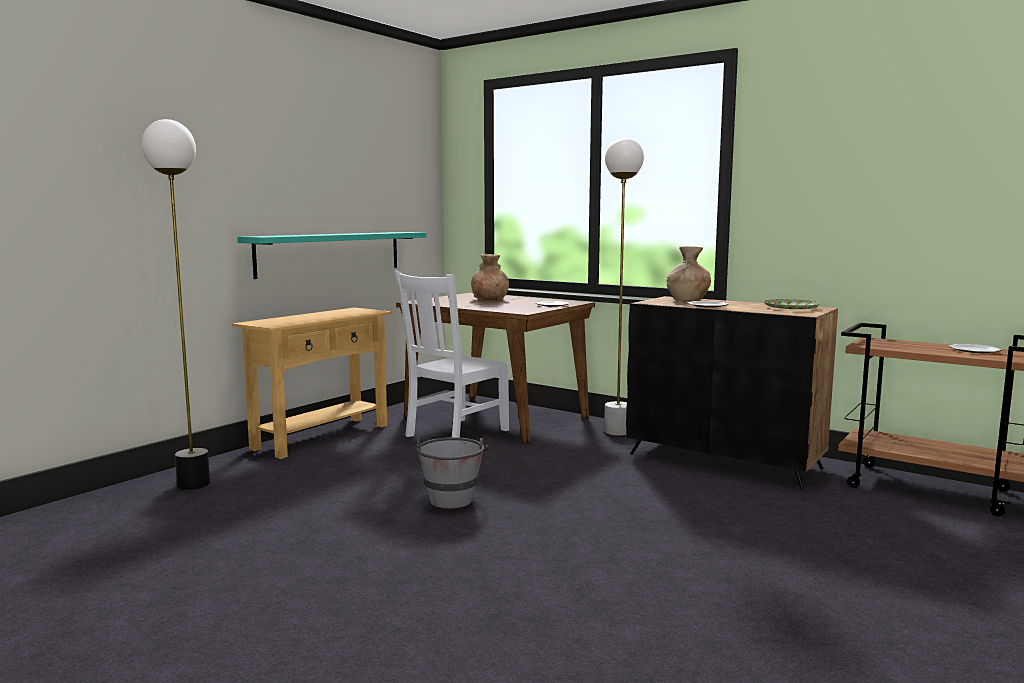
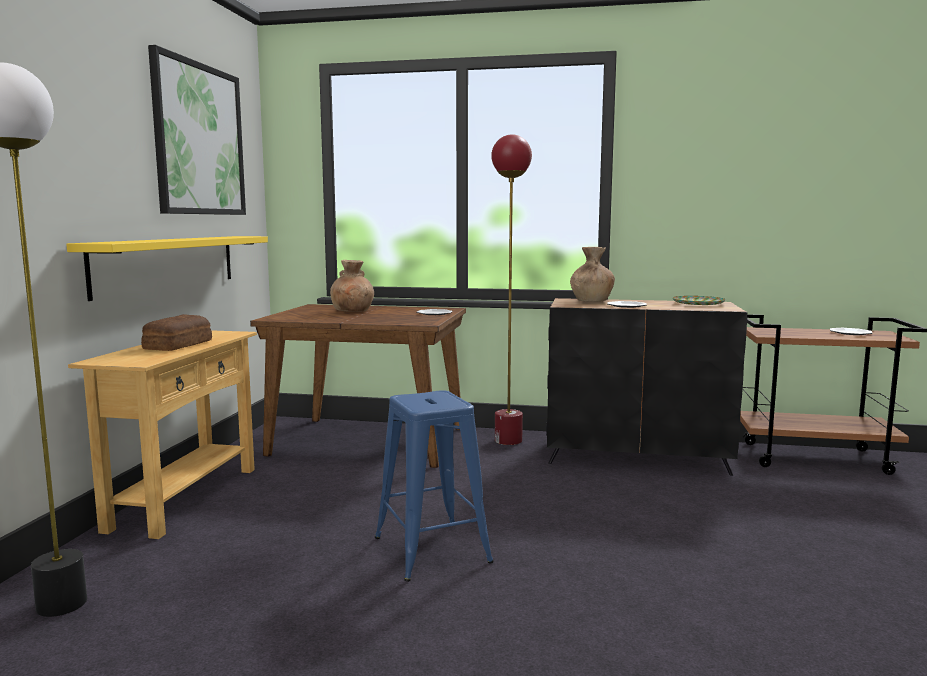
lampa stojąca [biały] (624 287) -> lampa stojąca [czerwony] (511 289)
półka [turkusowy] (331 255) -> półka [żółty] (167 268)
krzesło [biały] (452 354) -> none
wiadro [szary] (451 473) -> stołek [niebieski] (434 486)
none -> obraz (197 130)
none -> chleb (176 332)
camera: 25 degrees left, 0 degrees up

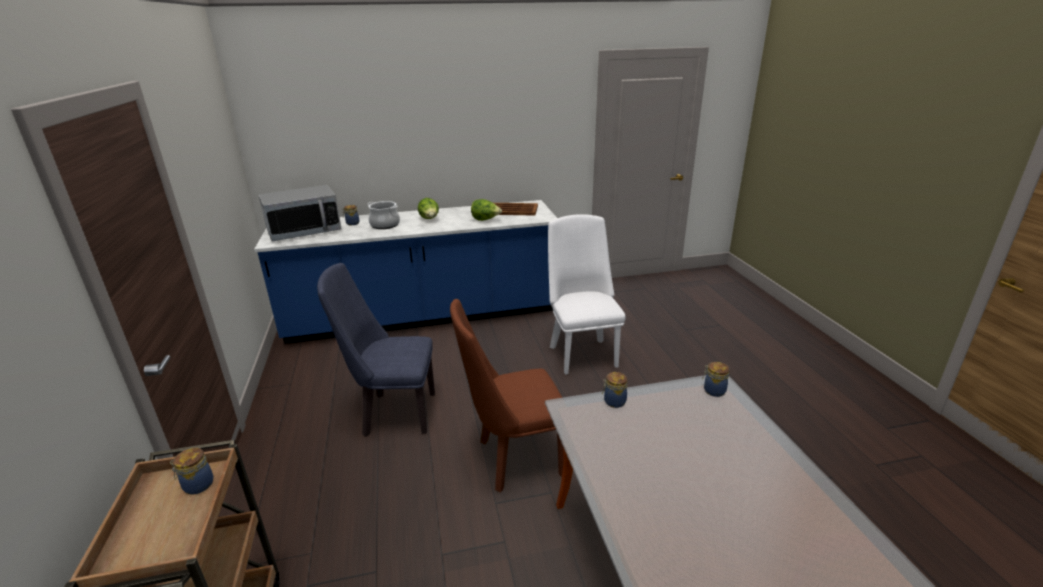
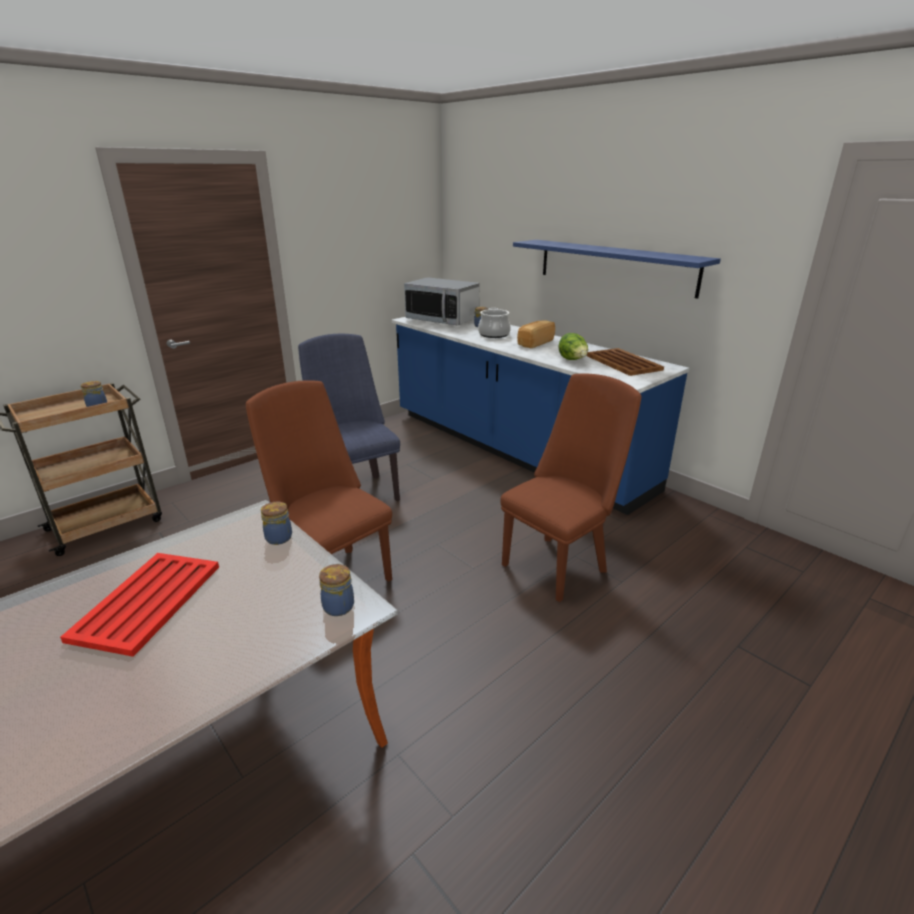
sałata (428 208) -> chleb (536 334)
krzesło [biały] (587 294) -> krzesło [brązowy] (570 488)
none -> półka [niebieski] (617 269)
none -> taca [czerwony] (139 605)
camera: 60 degrees right, 0 degrees up

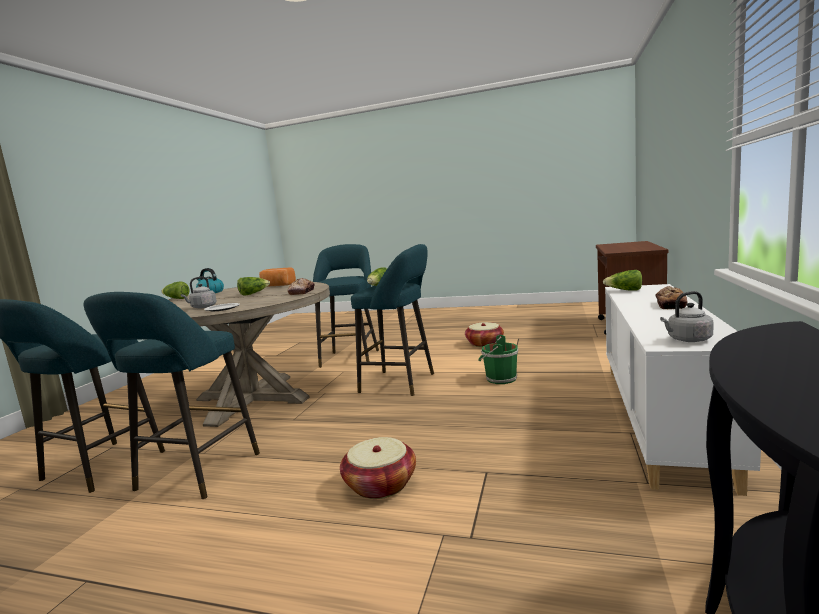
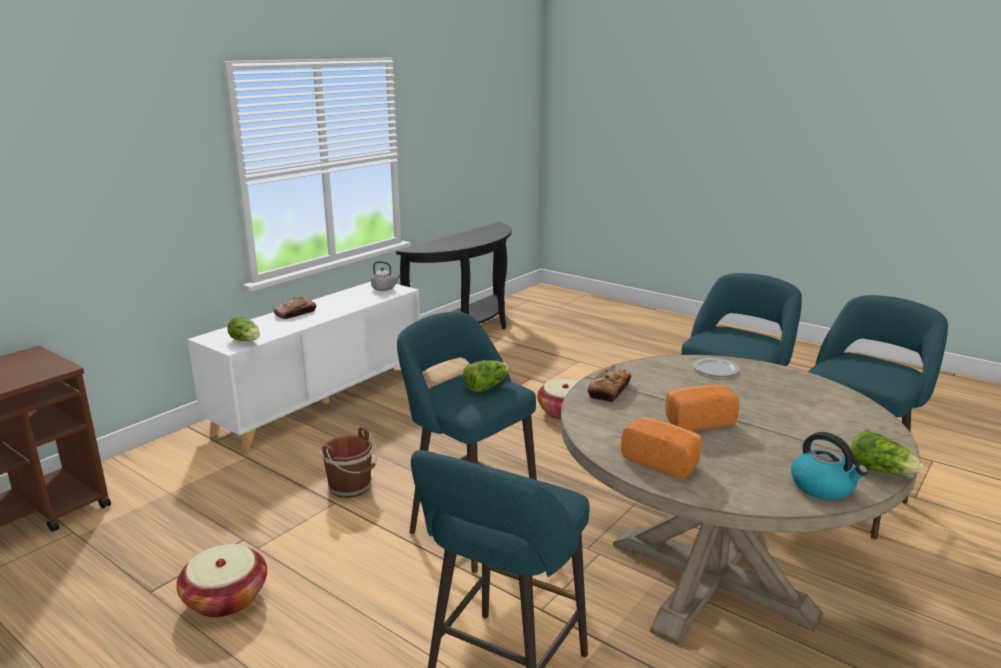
czajnik [szary] (199 292) -> none
sałata (253 286) -> chleb (702 408)
wiadro [zielony] (498 359) -> wiadro [brązowy] (349 462)
camera: 160 degrees left, 10 degrees up

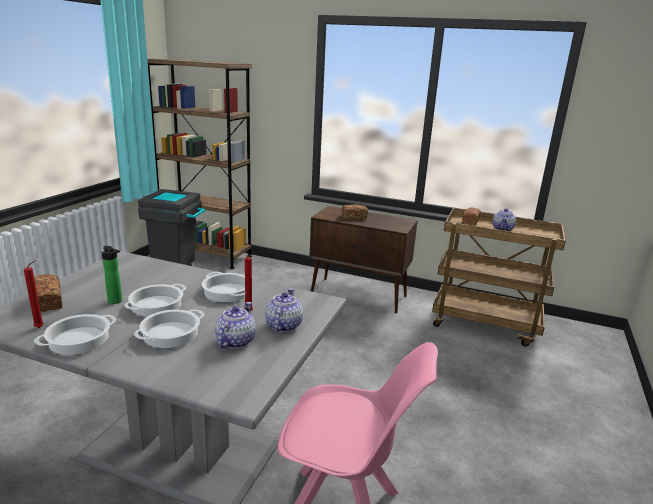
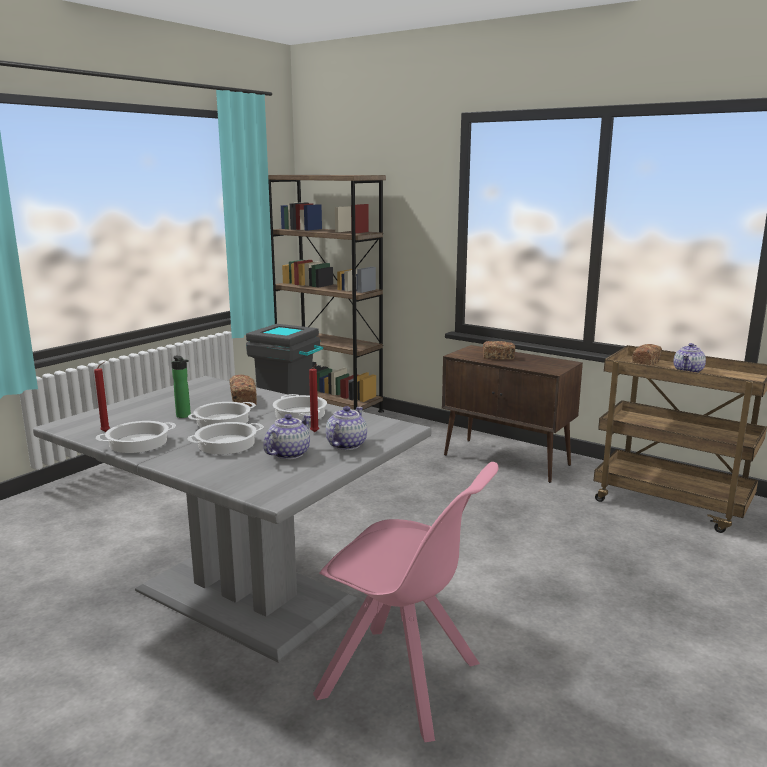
chleb (48 293) -> chleb (243 390), moved
camera: 15 degrees right, 5 degrees down

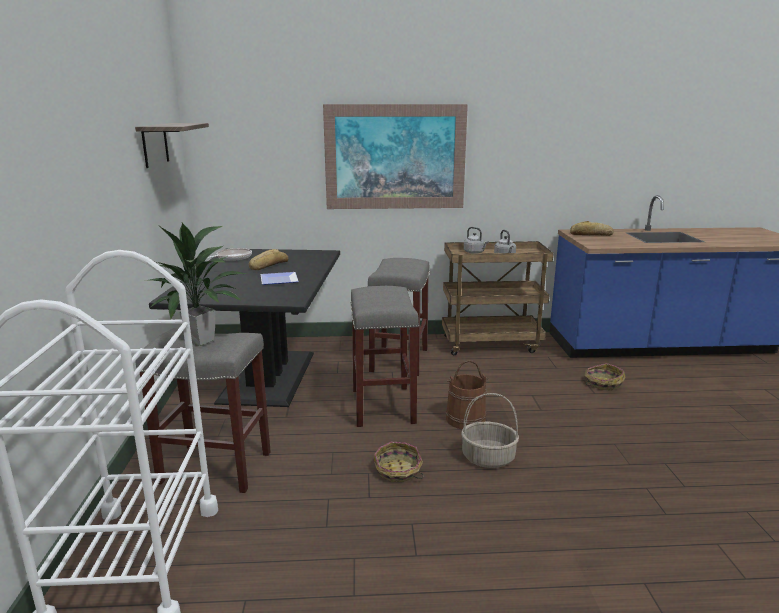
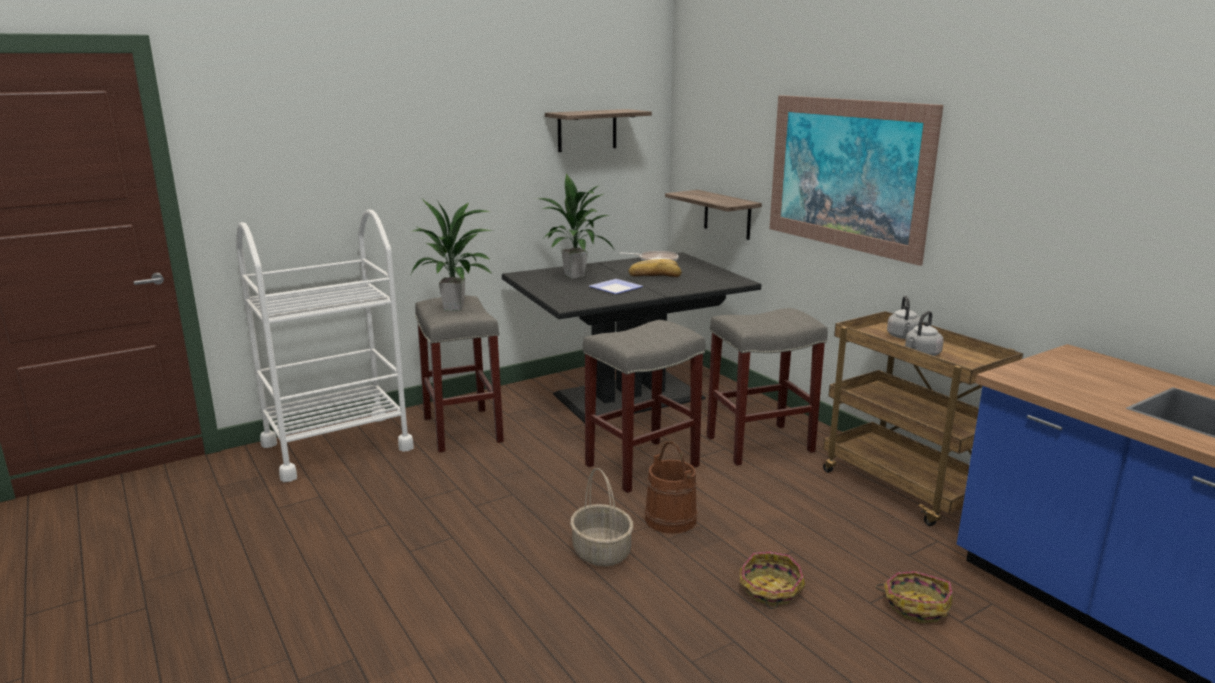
chleb (592 228) -> none
koszyk (399 461) -> koszyk (772 580), moved
none -> roślina doniczkowa (574 226)
none -> półka (713 215)
camera: 60 degrees right, 0 degrees up

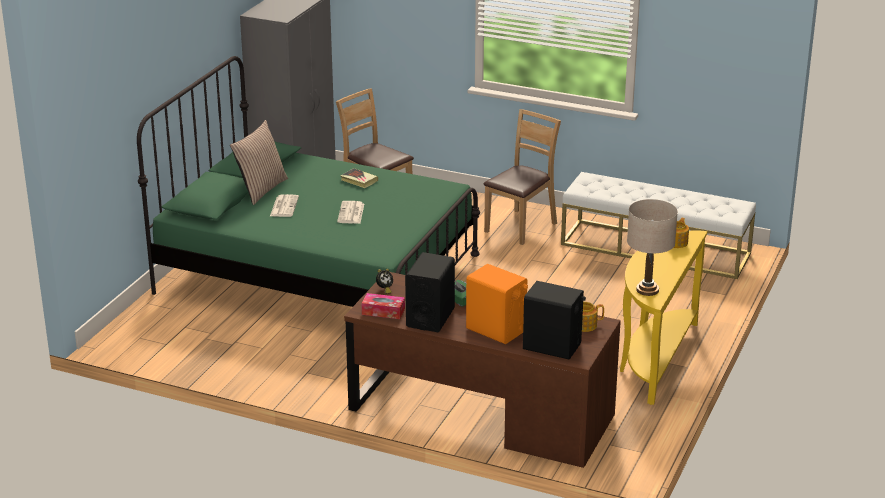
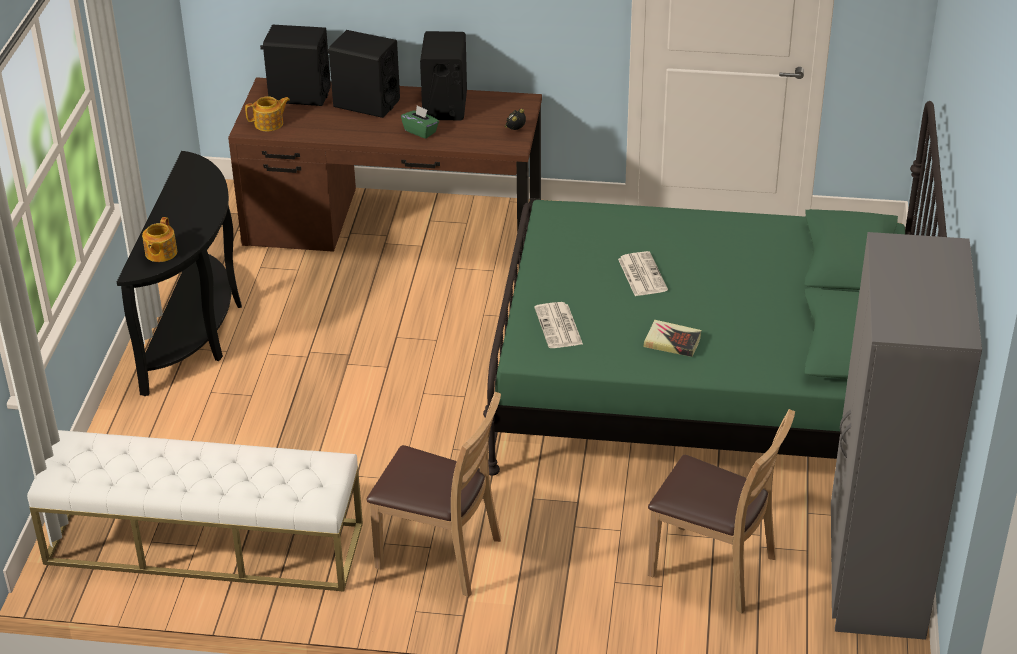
krzesło [brązowy] (522 177) -> krzesło [brązowy] (433 494), 90 degrees counterclockwise
poduszka (259 162) -> none
gazeta (284 205) -> gazeta (558 325), moved
lampa stołowa [beżowy] (652 247) -> none
stolik konsolowy [żółty] (663 318) -> stolik konsolowy [czarny] (179 273)
głośnik [pomarańczowy] (497 304) -> głośnik [czarny] (363 74)
pudełko chusteczek (383 306) -> none
camera: 165 degrees right, 10 degrees up

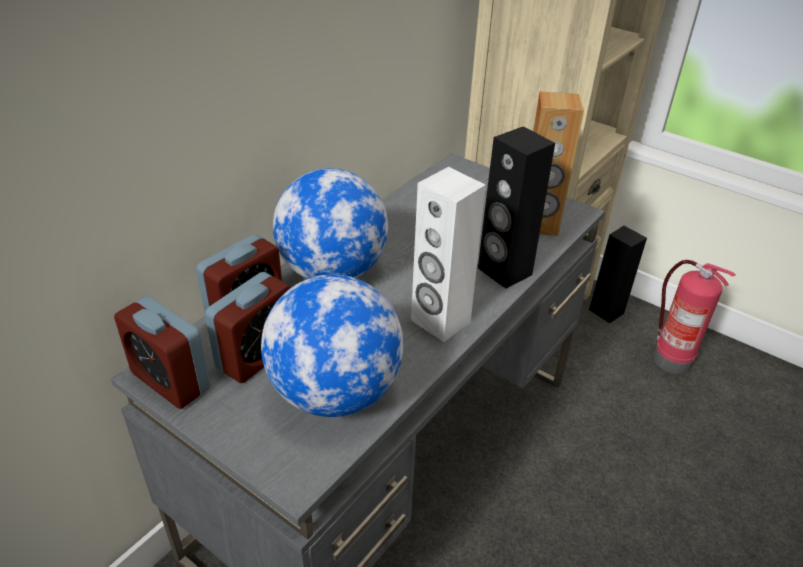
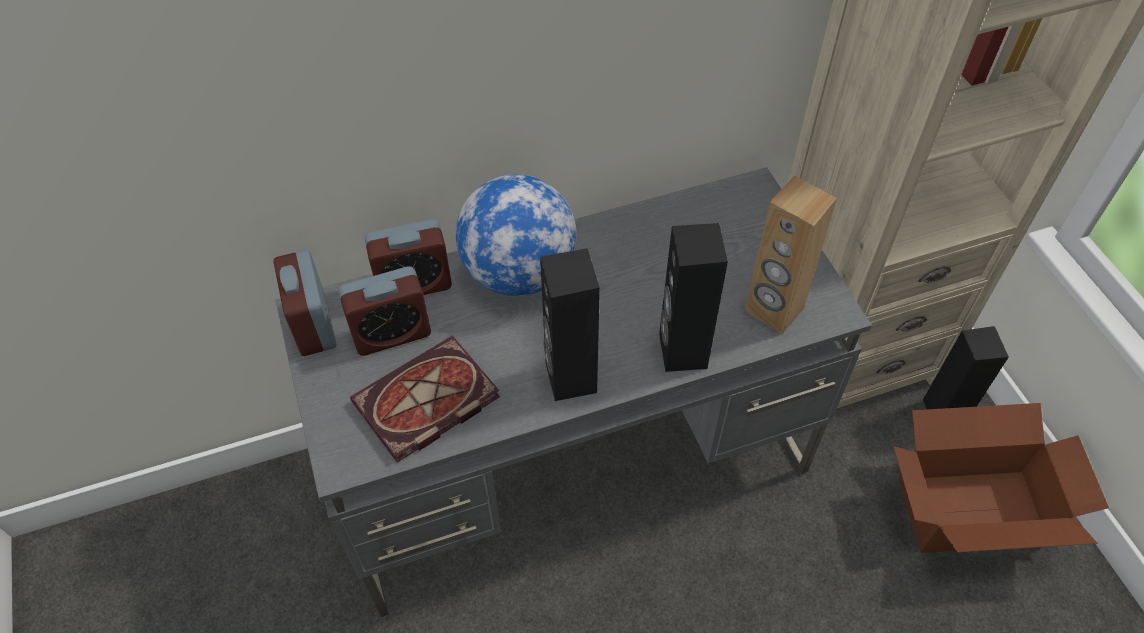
głośnik [biały] (448 254) -> głośnik [czarny] (570 324)
gaśnica (694 317) -> karton (1001 478)
globus (332 345) -> książka (425 398)
camera: 35 degrees right, 15 degrees up

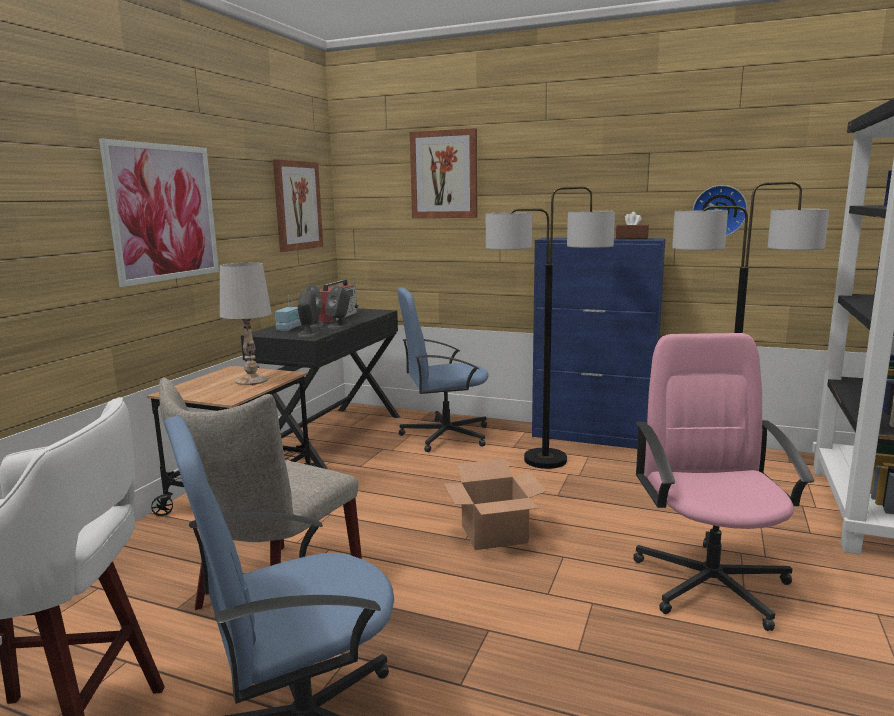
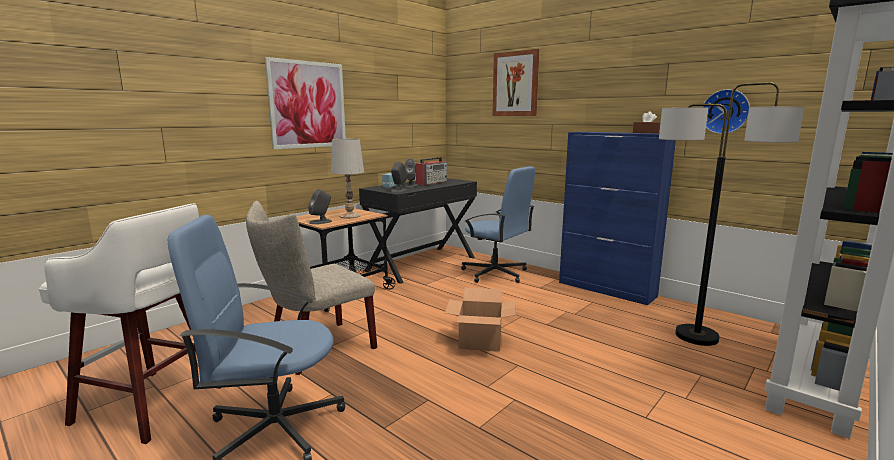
obraz (298 205) -> none
lampa stojąca (550 327) -> none
głośnik [szary] (338 307) -> głośnik [szary] (320 206), moved
krzesło biurowe [niebieski] (443 370) -> krzesło biurowe [niebieski] (498 224), 150 degrees counterclockwise
krzesło biurowe [różowy] (724 482) -> none
camera: 20 degrees right, 0 degrees up

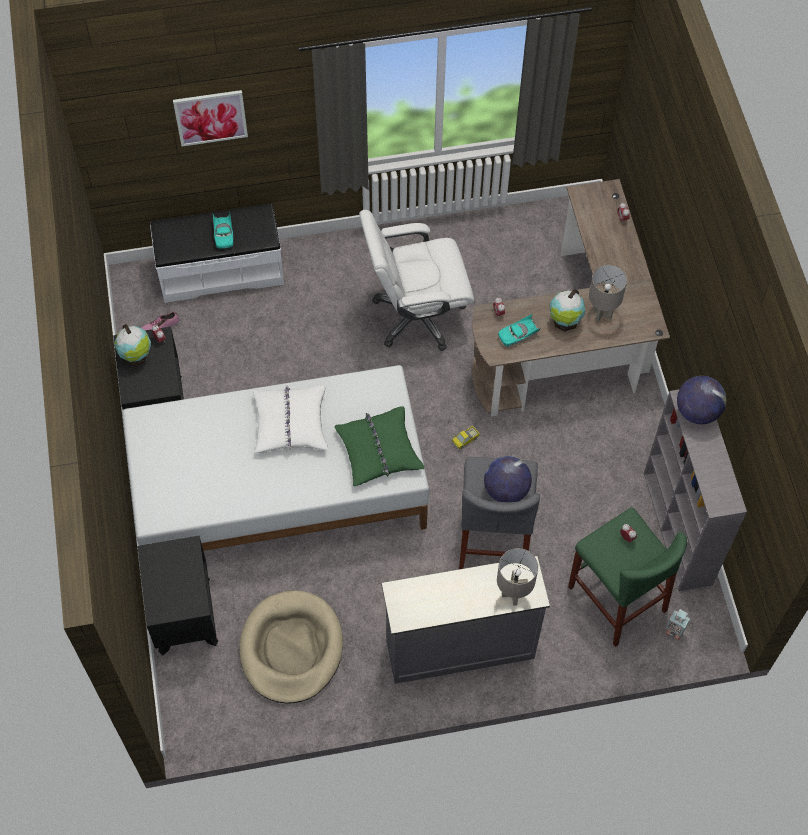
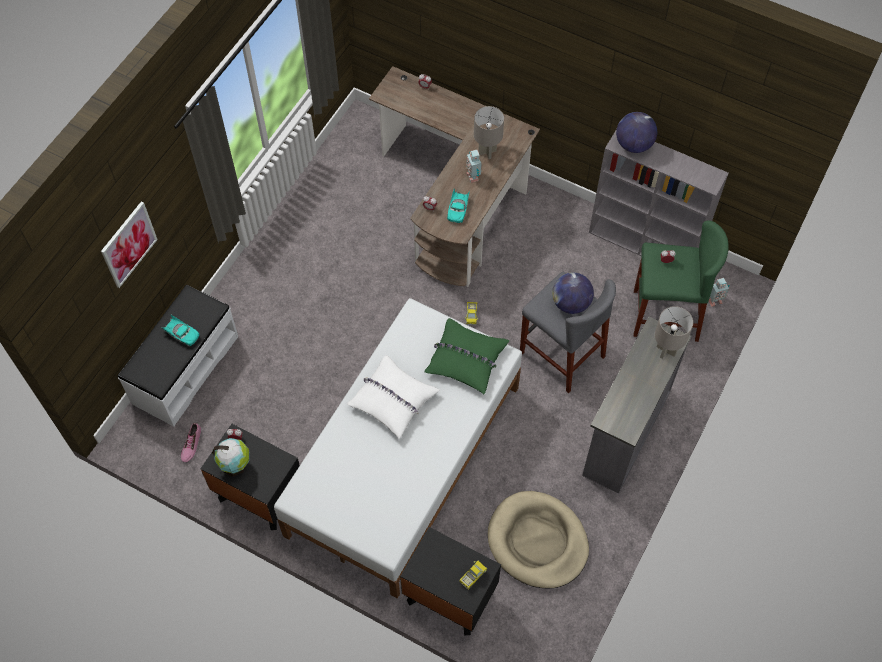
krzesło biurowe [biały] (416 280) -> none
globus (567 310) -> robot zabawkowy (474 166)
none -> ciężarówka zabawkowa (473 575)
camera: 50 degrees left, 0 degrees up

